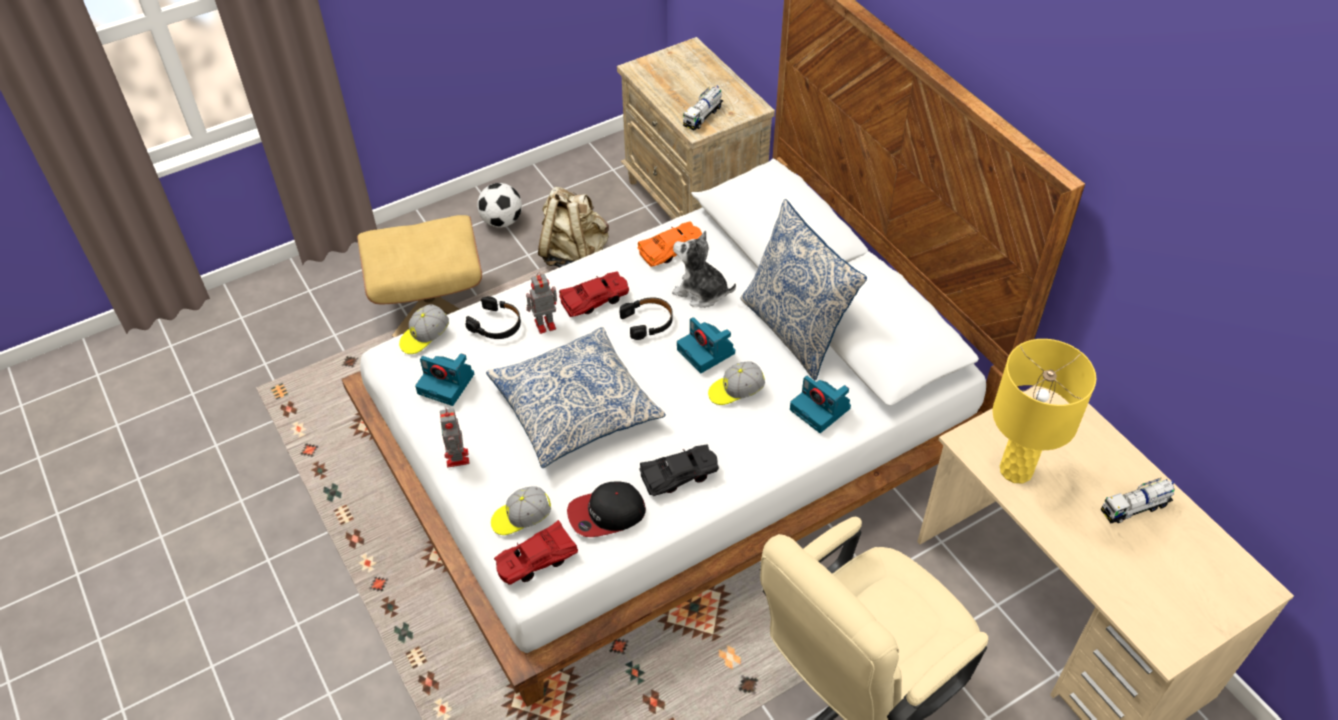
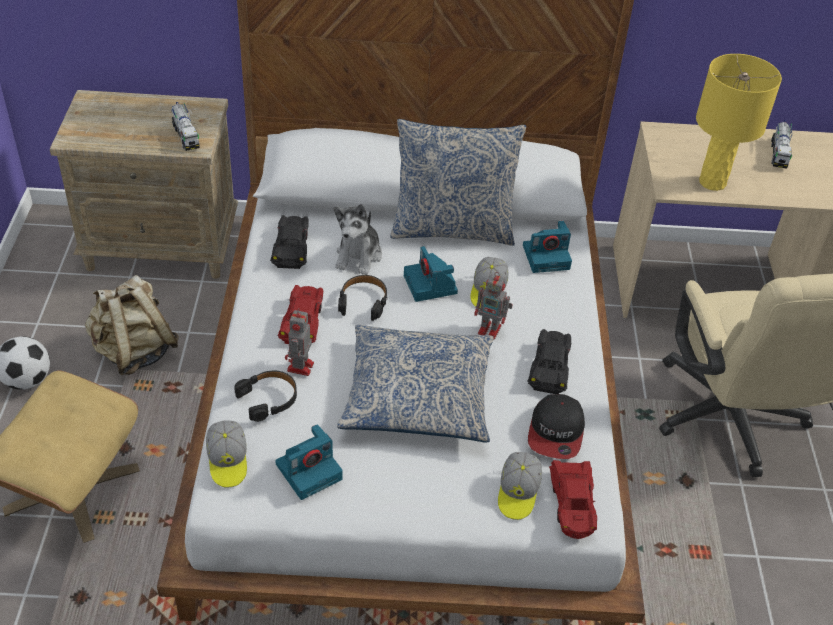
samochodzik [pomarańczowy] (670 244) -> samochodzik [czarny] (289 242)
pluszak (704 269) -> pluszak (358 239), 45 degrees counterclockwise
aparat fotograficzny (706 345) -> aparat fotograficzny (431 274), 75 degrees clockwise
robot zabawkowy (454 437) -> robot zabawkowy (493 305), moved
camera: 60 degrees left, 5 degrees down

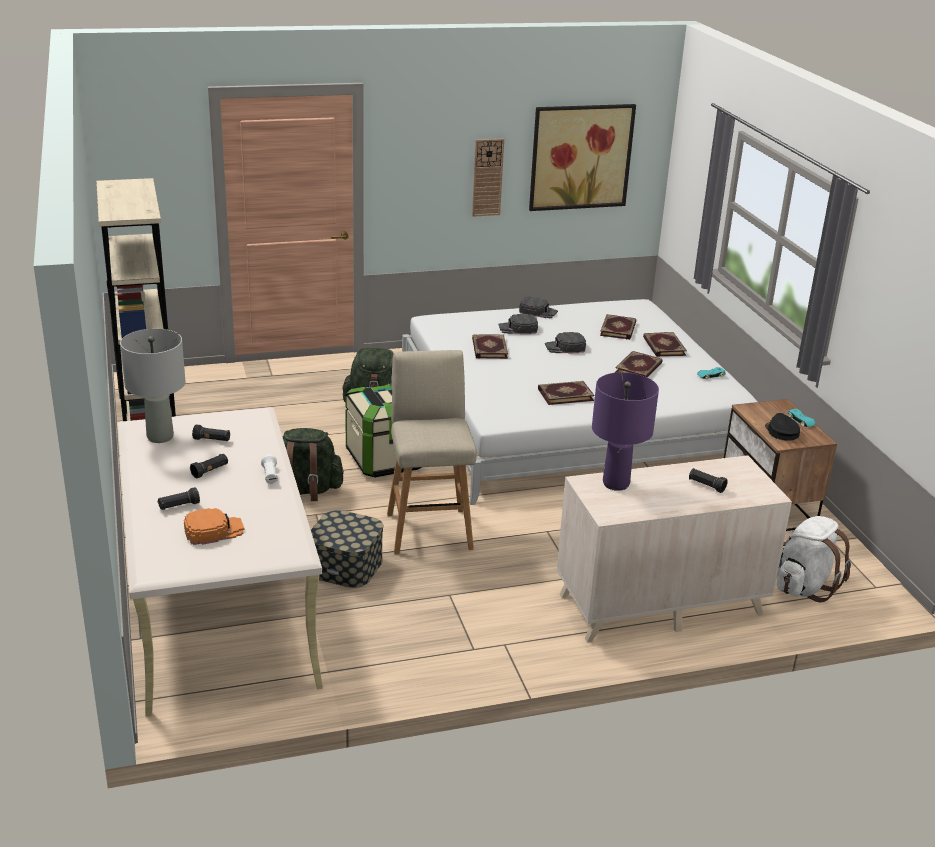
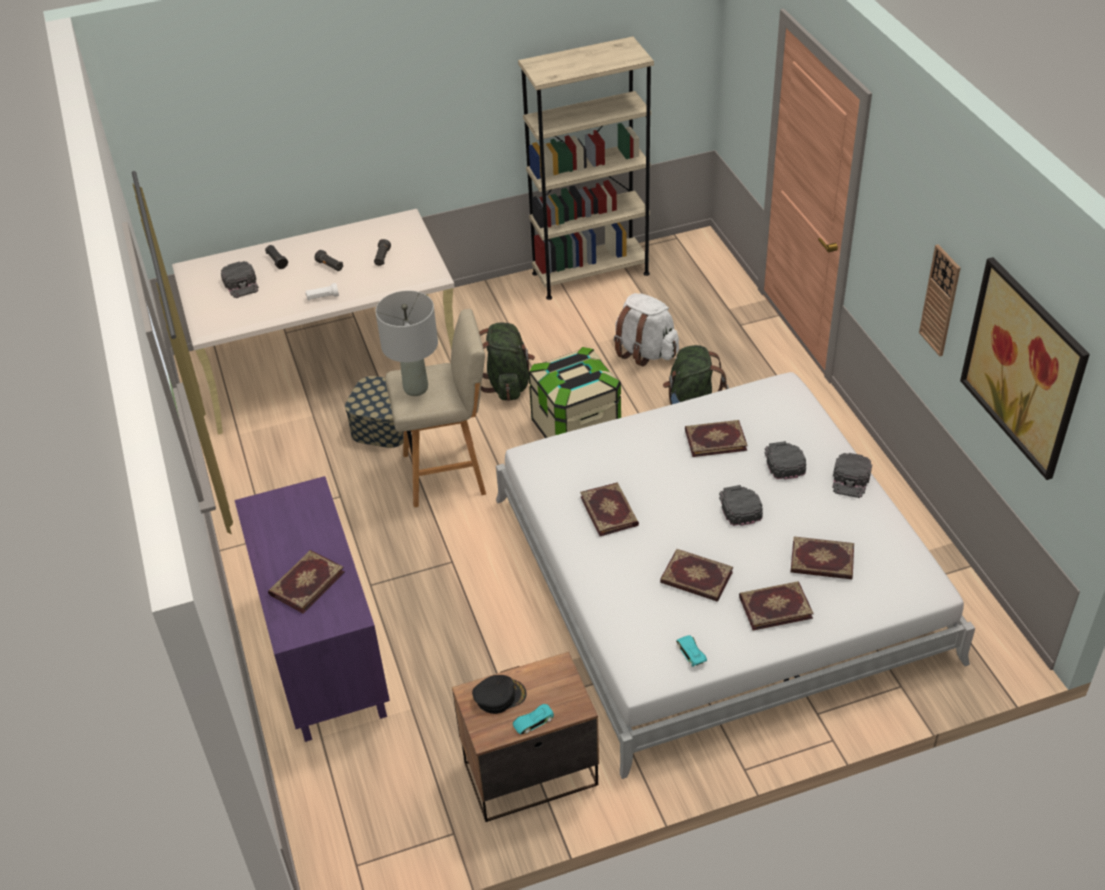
lampa stołowa [szary] (153 386) -> lampa stołowa [szary] (406 343), moved
lampa stołowa [fioletowy] (625 431) -> none
komoda [beżowy] (674 549) -> komoda [fioletowy] (312 609)
latarka [czarny] (708 480) -> książka (306 582)
czapka z daszkiem [pomarańczowy] (214 526) -> czapka z daszkiem [czarny] (240 279)
plecak [biały] (814 559) -> plecak [biały] (646 329), moved
camera: 90 degrees right, 15 degrees up

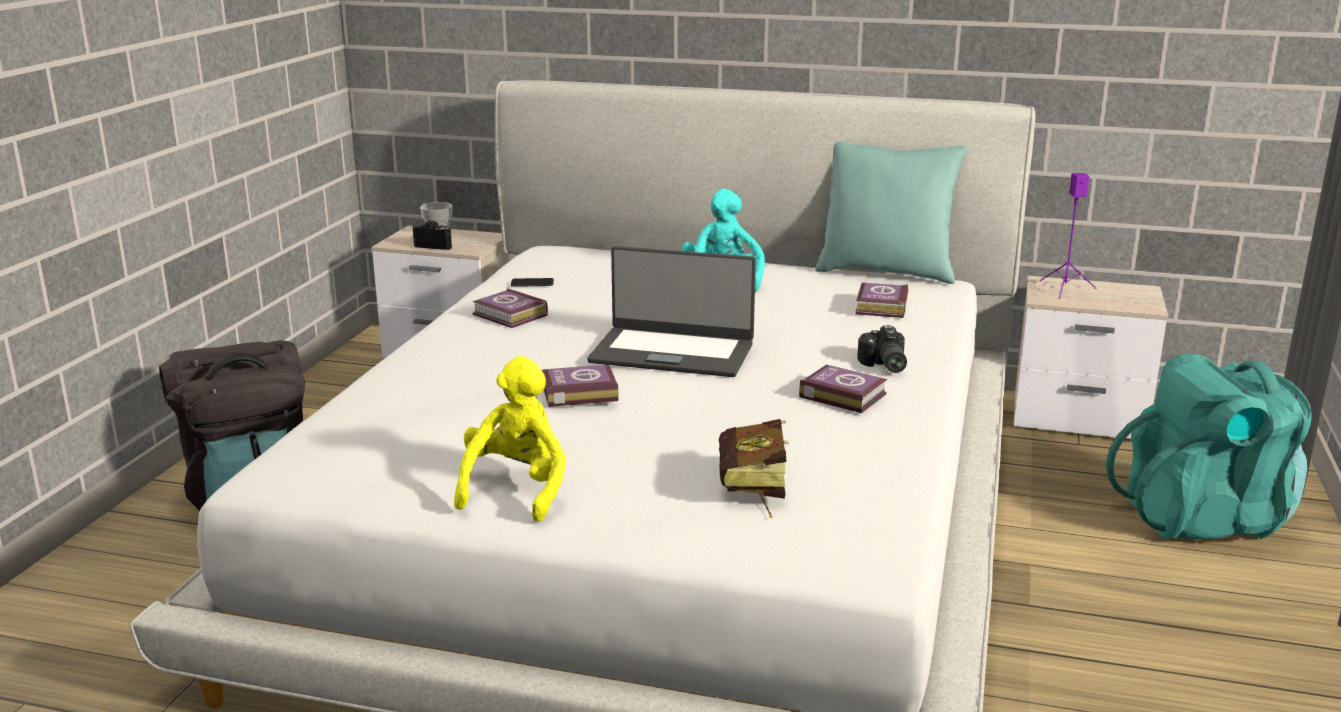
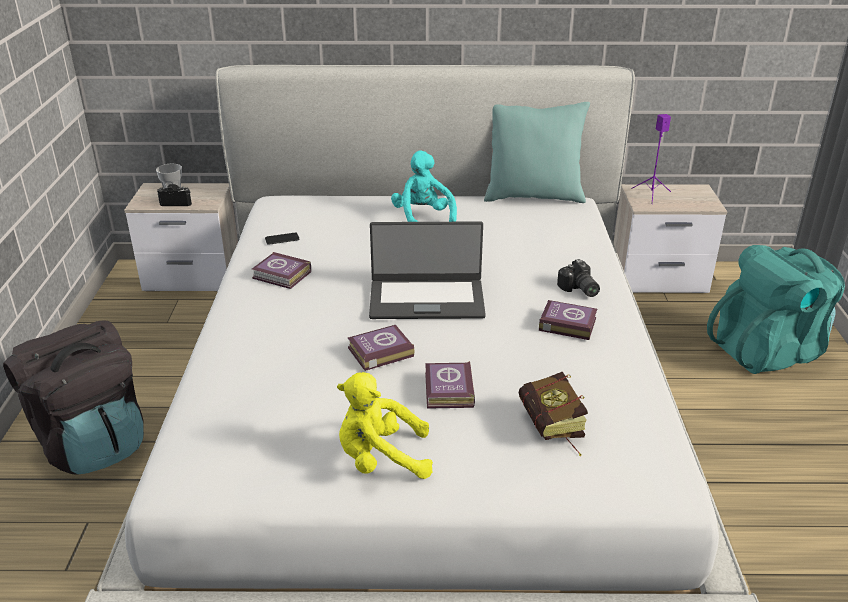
książka (881 300) -> książka (450 385), moved
pluszak [żółty] (510 439) -> pluszak [żółty] (385 425), 90 degrees counterclockwise
camera: 15 degrees left, 10 degrees up

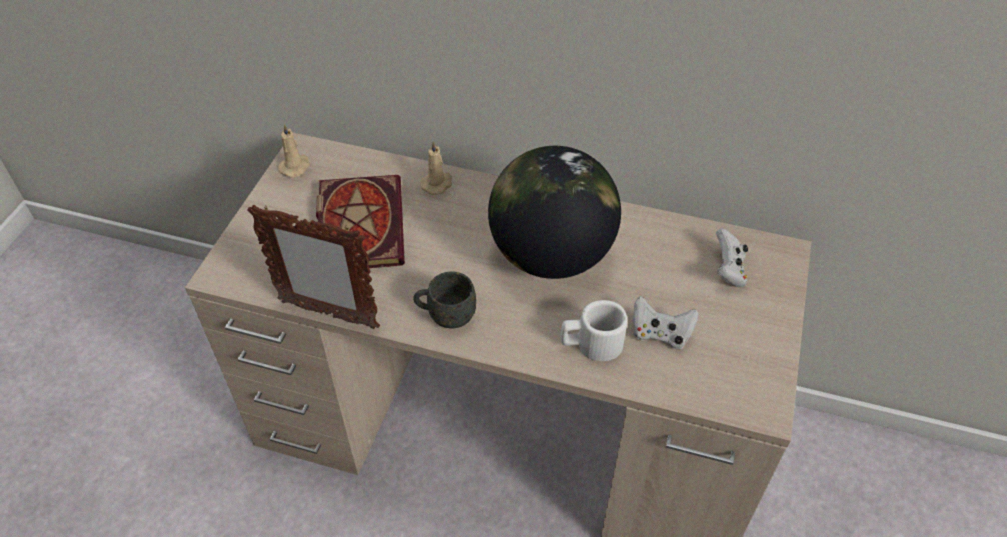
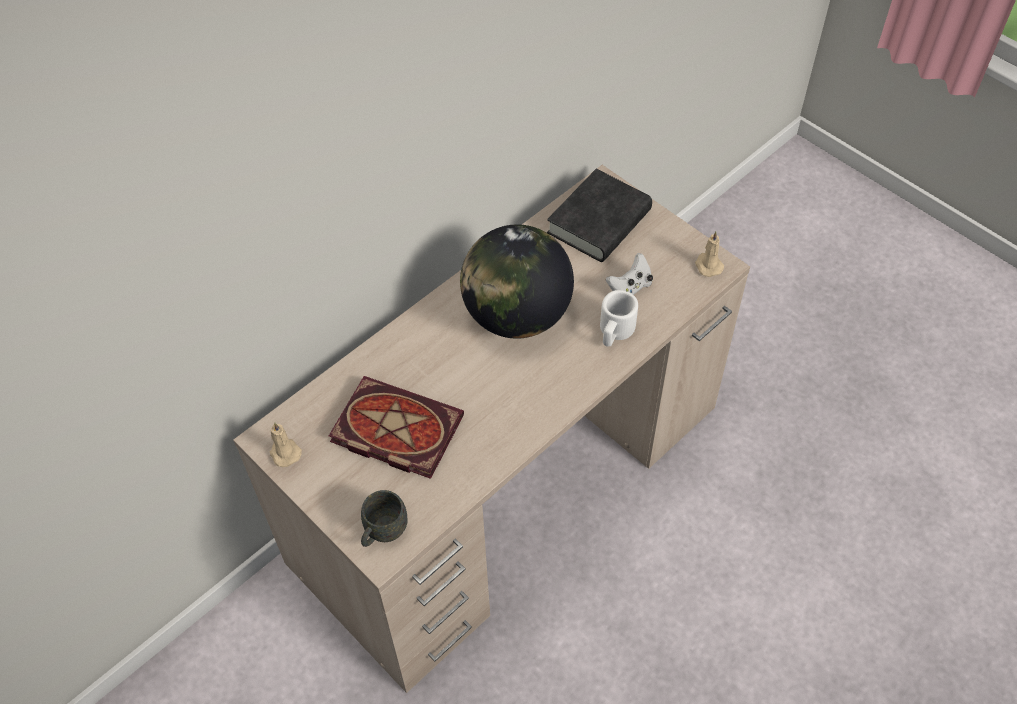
świeca [beżowy] (436 168) -> świeca [beżowy] (709 254), moved
ramka na zdjęcie (313 267) -> none
pad do gier [biały] (732 257) -> książka [czarny] (599 215)
kubek [szary] (444 299) -> kubek [szary] (384 518), moved
camera: 60 degrees left, 5 degrees up

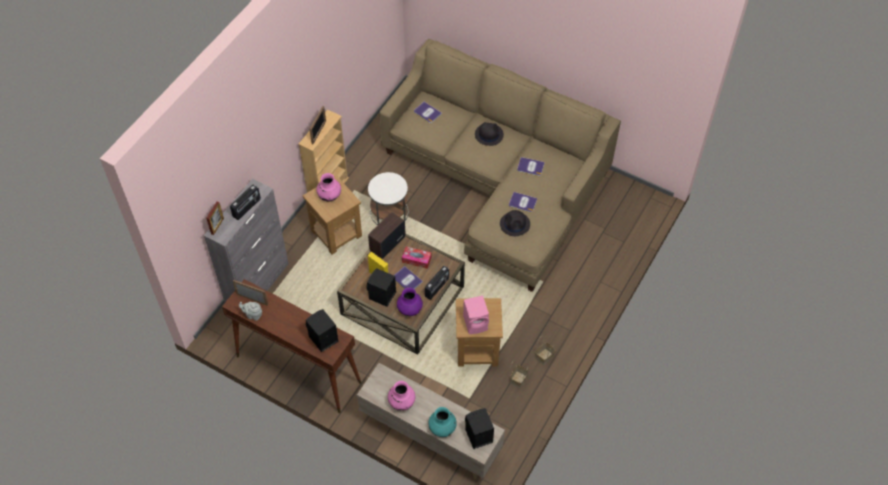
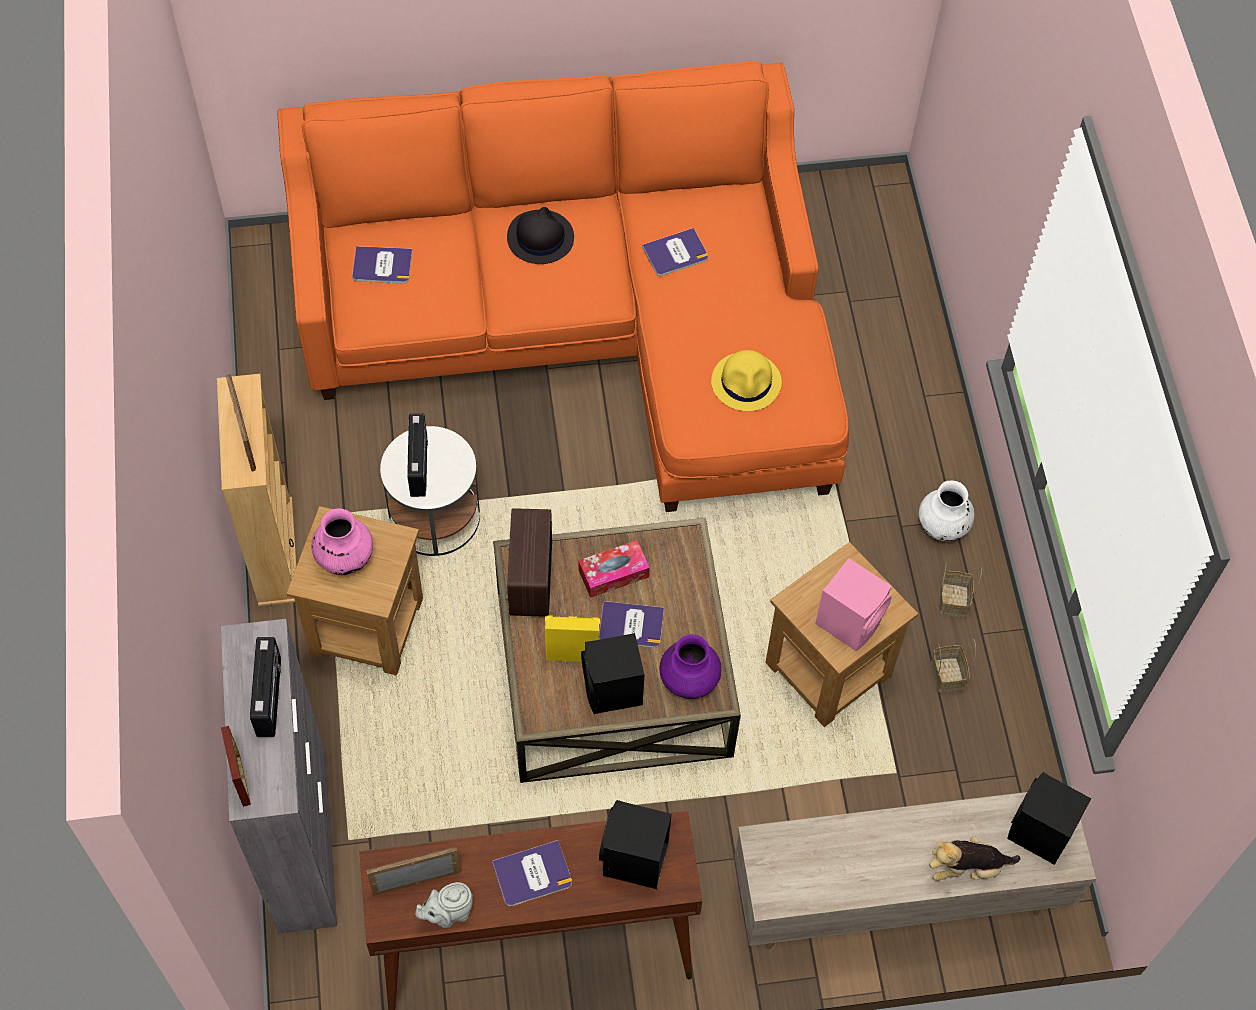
kanapa [beżowy] (500 165) -> kanapa [pomarańczowy] (563 286)
książka (523 202) -> książka (532 873), moved
kapelusz [czarny] (515 223) -> kapelusz [żółty] (746 380)
radio (437 283) -> radio (417 455), moved
wazon [różowy] (401 396) -> none
wazon [turkusowy] (442 422) -> pluszak (974 858)
none -> wazon [biały] (947 510)
camera: 40 degrees left, 5 degrees up

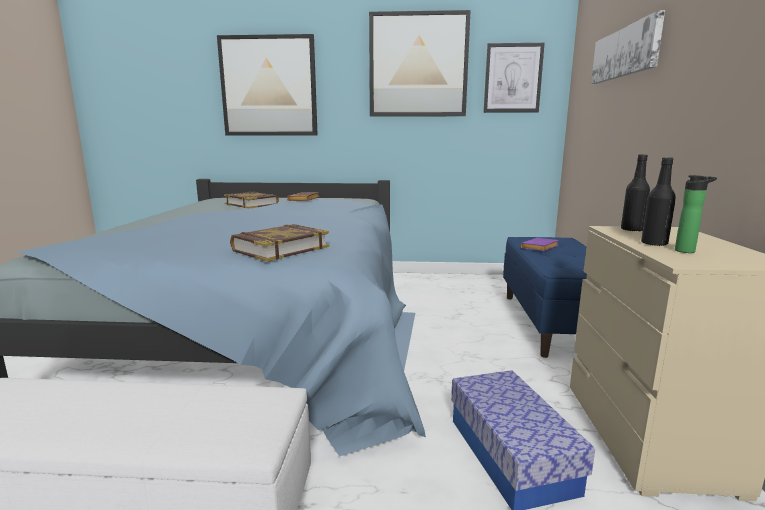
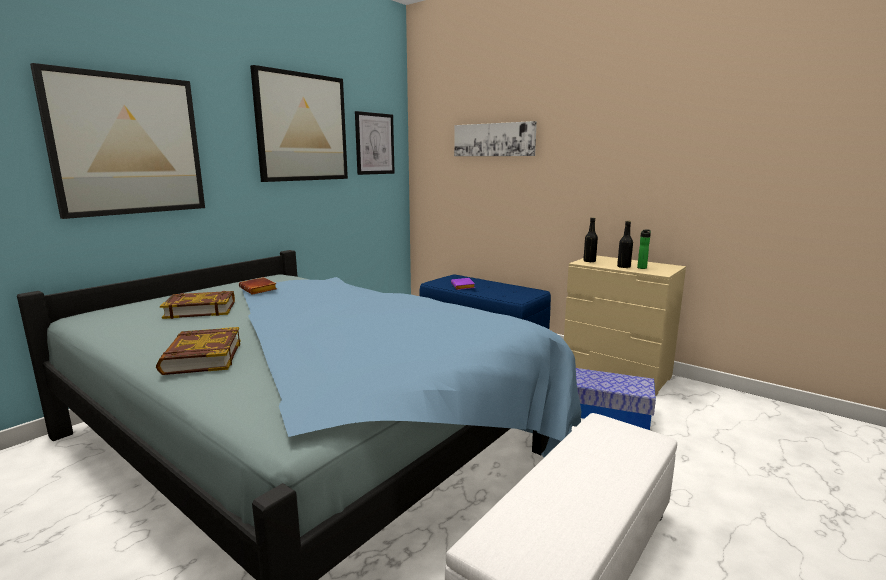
książka (279 243) -> książka (198 351), moved
camera: 55 degrees left, 0 degrees up

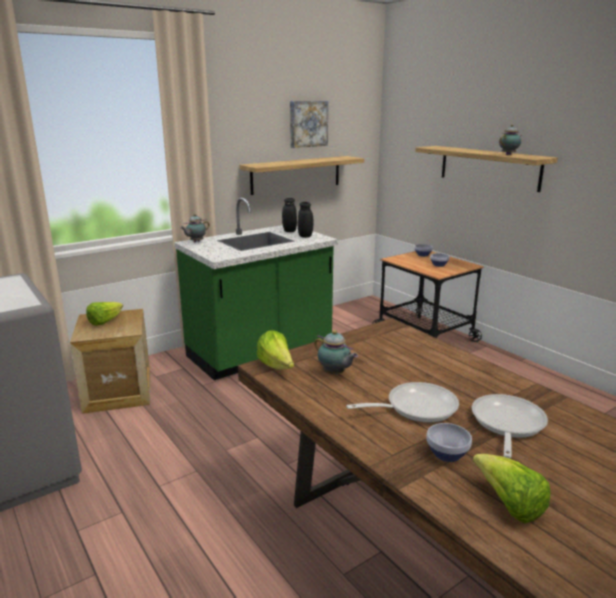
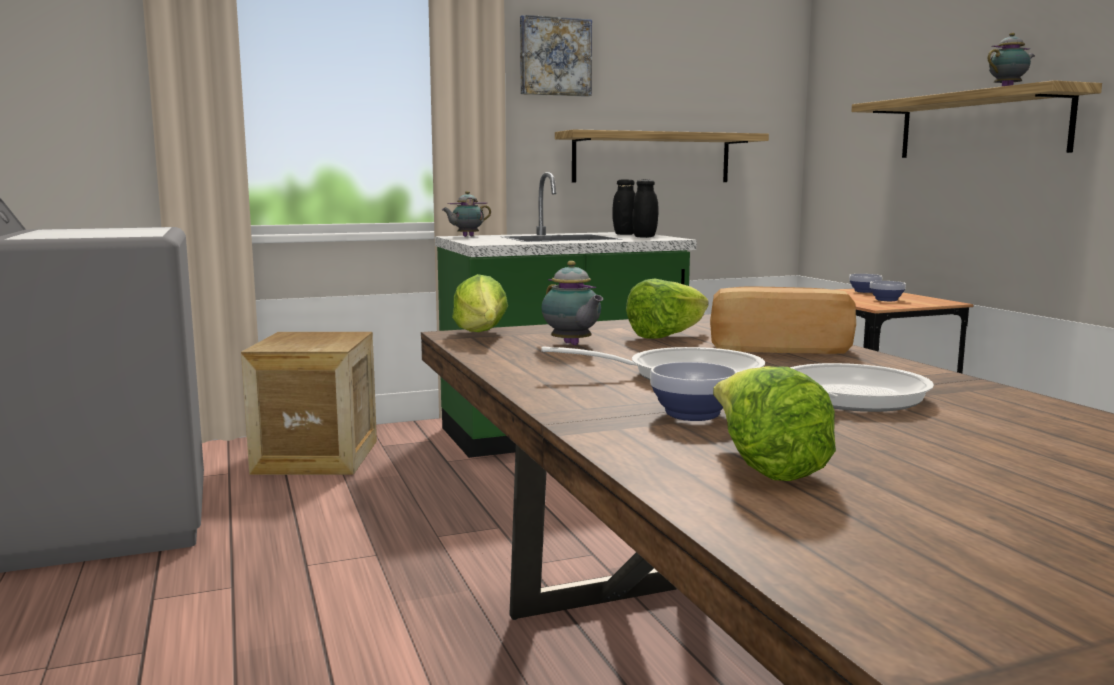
obraz (309 124) -> obraz (556 56), moved
sałata (104 314) -> sałata (667 308), moved
none -> chleb (783 320)
camera: 15 degrees right, 10 degrees down

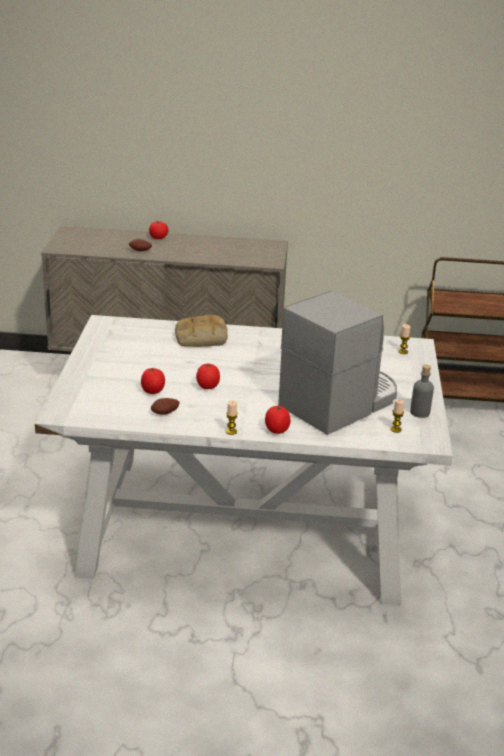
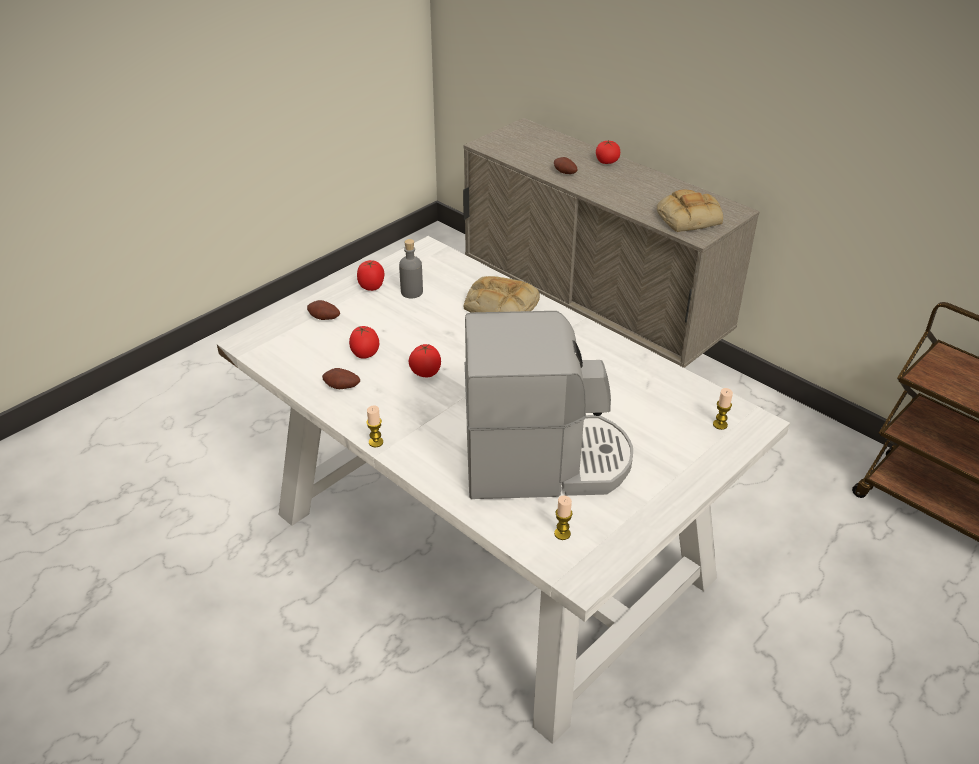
butelka [szary] (422 391) -> butelka [szary] (411 268), moved
pomidor (277 420) -> pomidor (370 275), moved
none -> chleb (690 211)
none -> ziemniak (323 310)
camera: 40 degrees right, 10 degrees up

